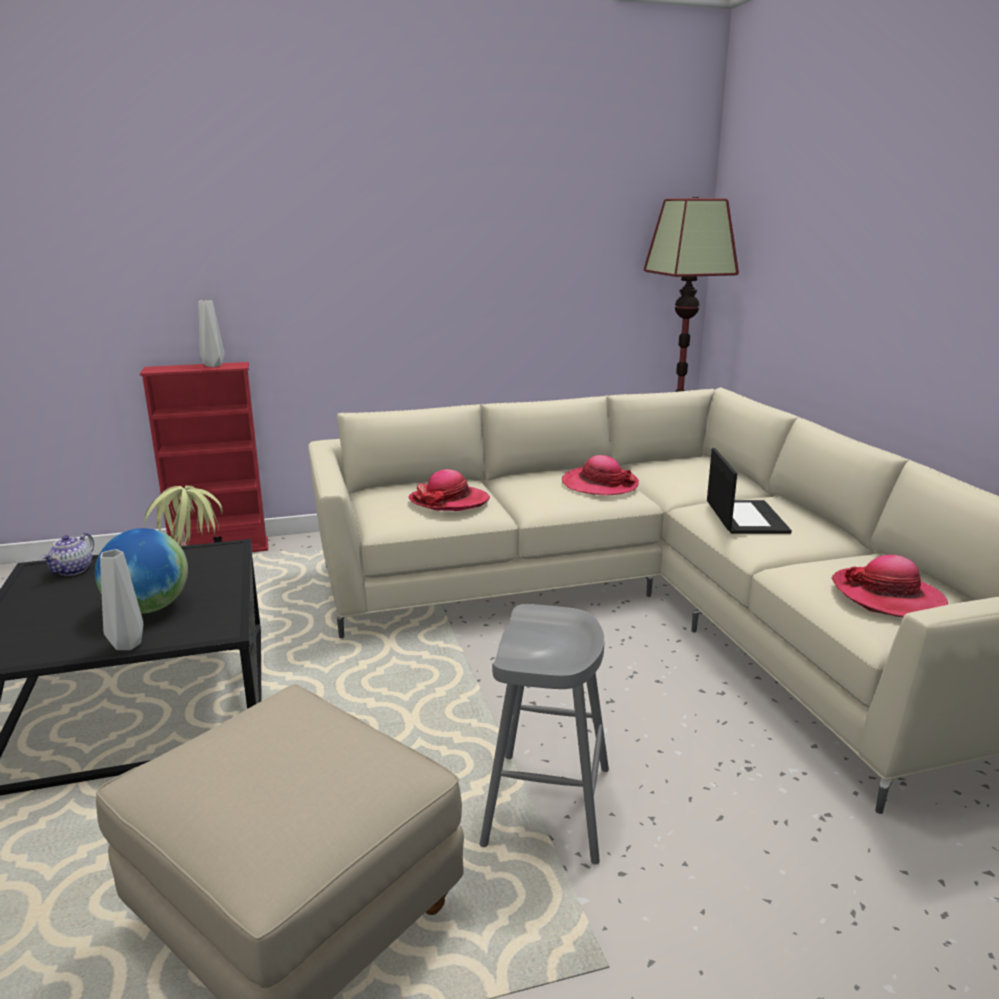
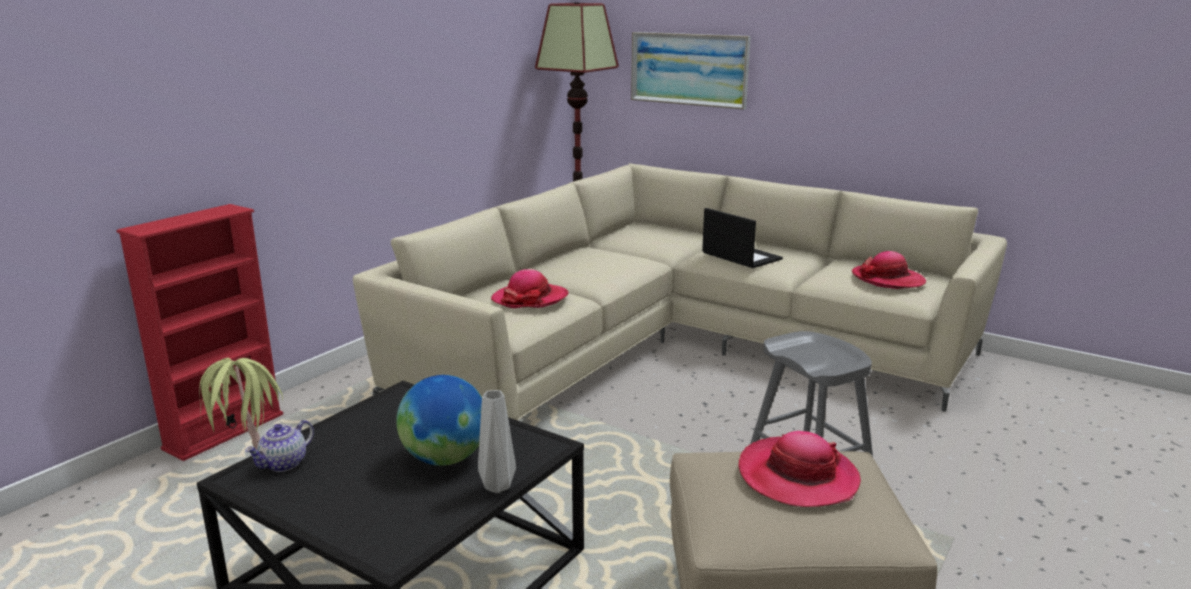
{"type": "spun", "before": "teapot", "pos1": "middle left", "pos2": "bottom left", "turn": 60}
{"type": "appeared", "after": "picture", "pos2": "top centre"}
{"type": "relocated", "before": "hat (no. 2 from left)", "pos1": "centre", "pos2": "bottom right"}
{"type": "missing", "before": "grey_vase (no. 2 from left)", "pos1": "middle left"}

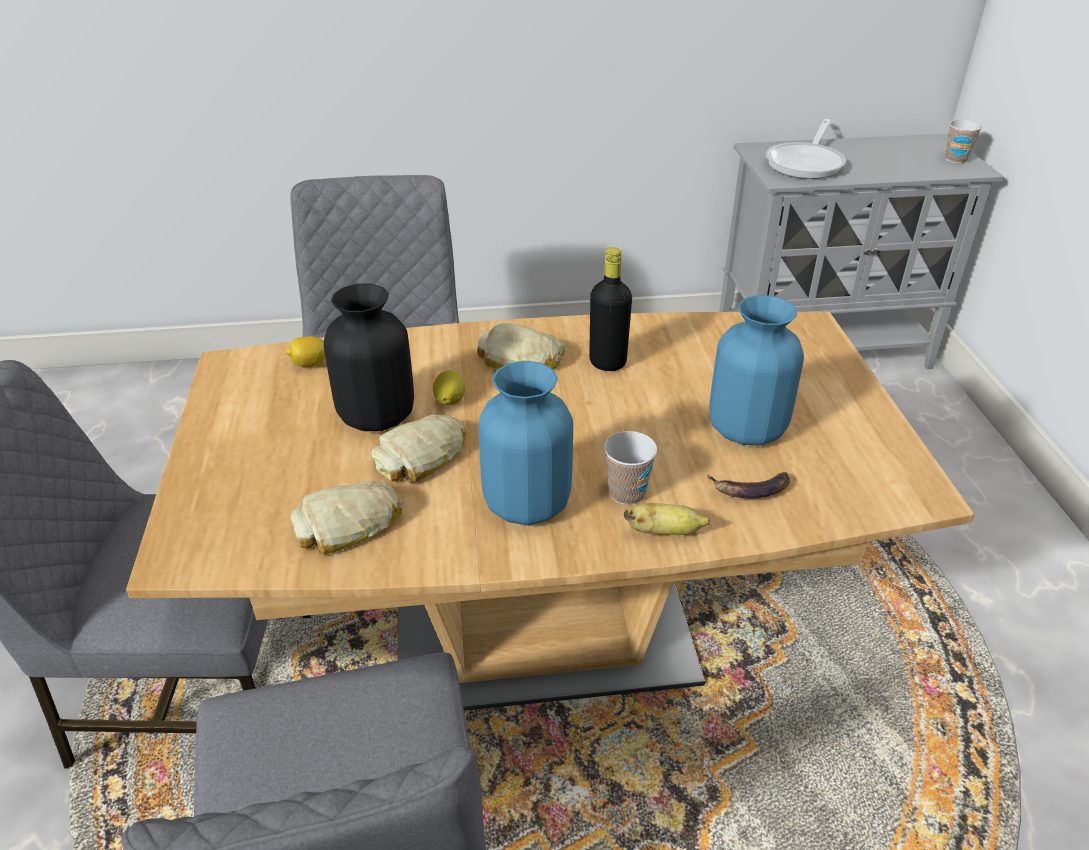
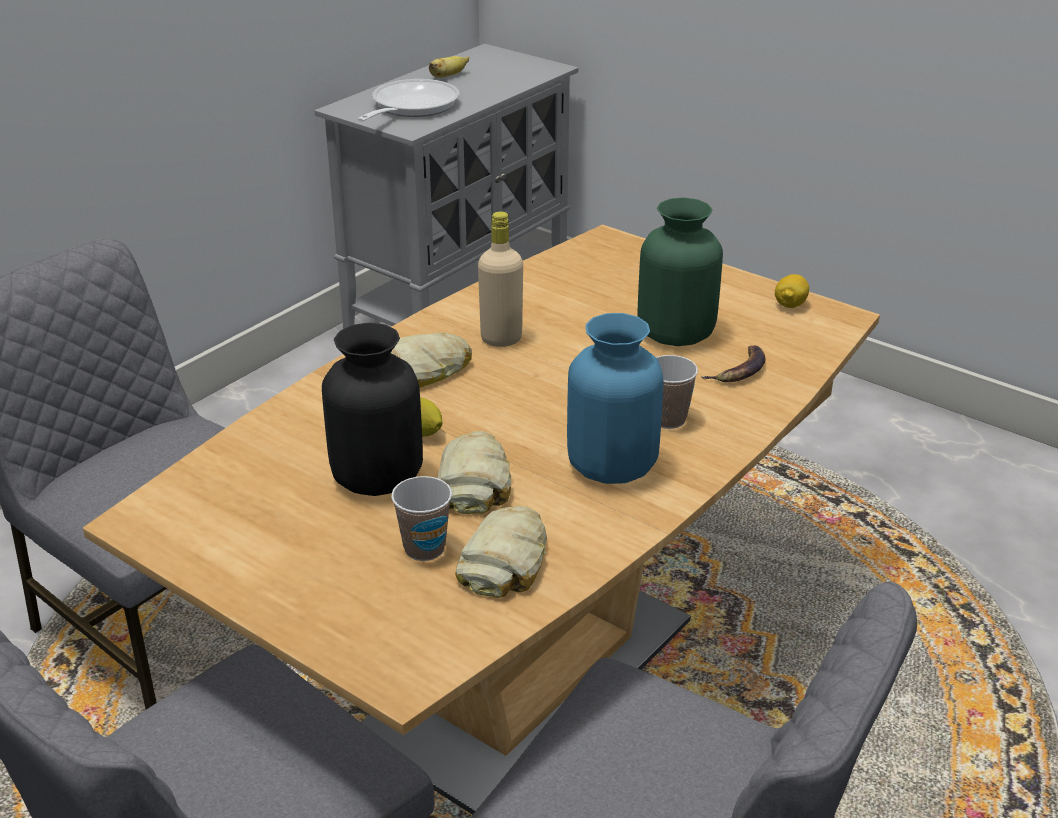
{"type": "spun", "before": "frying_pan", "pos1": "top right", "pos2": "top centre", "turn": -135}
{"type": "relocated", "before": "cup (no. 2 from left in the first image)", "after": "cup (no. 1 from left)", "pos1": "top right", "pos2": "centre"}
{"type": "relocated", "before": "banana (no. 1 from left)", "pos1": "centre", "pos2": "top centre"}
{"type": "colour", "before": "black_bottle", "after": "beige_bottle", "pos1": "centre", "pos2": "centre"}
{"type": "colour", "before": "blue_vase (no. 2 from left)", "after": "green_vase", "pos1": "middle right", "pos2": "top centre"}
{"type": "relocated", "before": "lemon (no. 1 from left in the first image)", "after": "lemon (no. 2 from left)", "pos1": "middle left", "pos2": "middle right"}

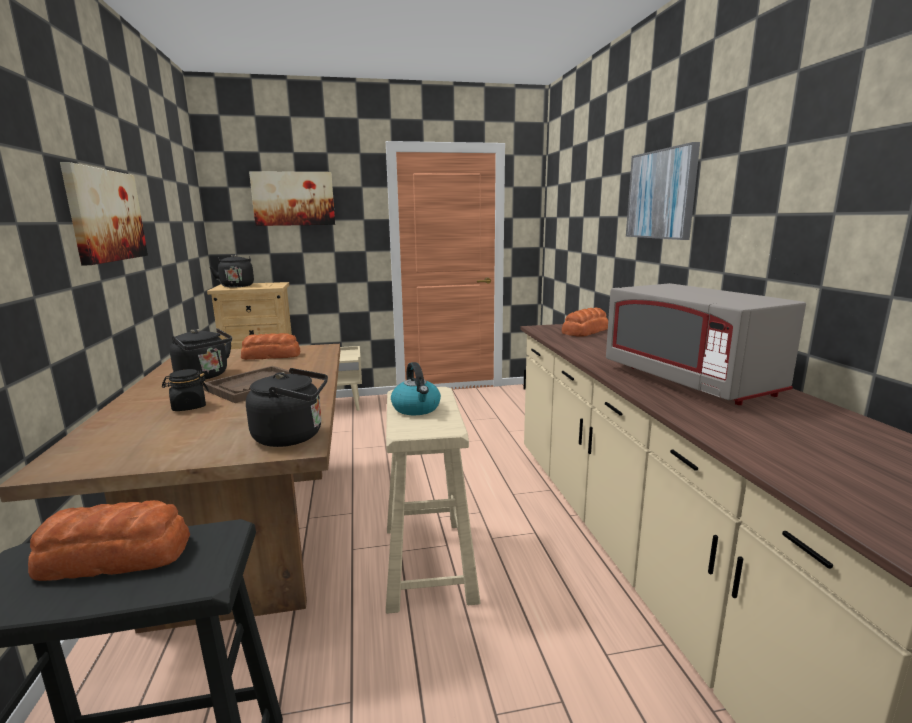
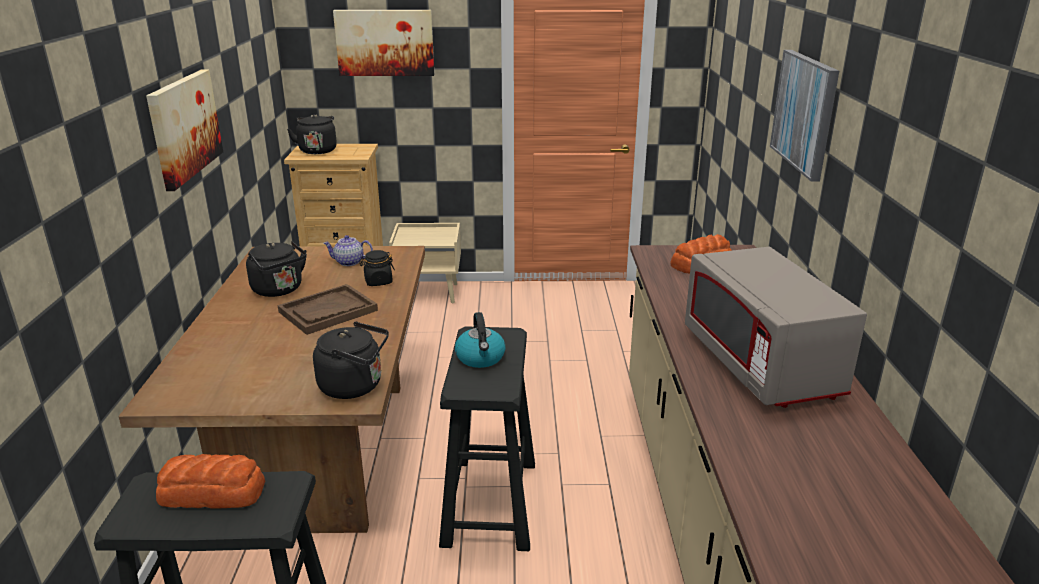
{"type": "exchanged", "before": "bread (no. 2 from left)", "after": "teapot", "pos1": "middle left", "pos2": "centre"}
{"type": "relocated", "before": "black_jar", "pos1": "middle left", "pos2": "centre"}
{"type": "colour", "before": "beige_stool", "after": "black_stool (no. 2 from left)", "pos1": "bottom centre", "pos2": "bottom centre"}

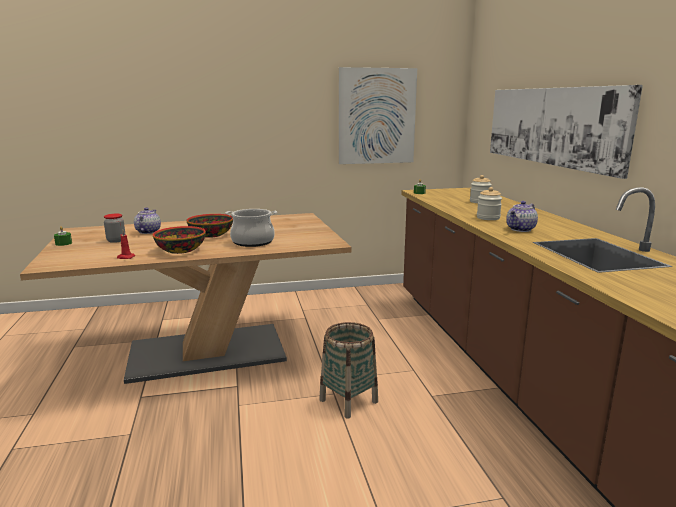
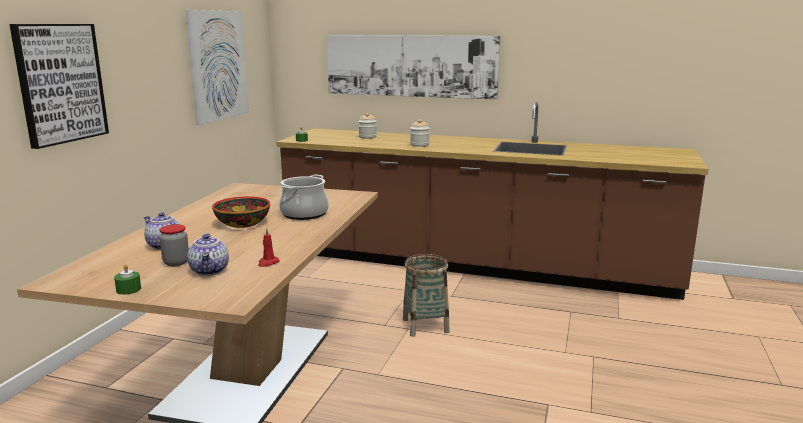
{"type": "appeared", "after": "picture (no. 1 from left)", "pos2": "top left"}
{"type": "relocated", "before": "teapot (no. 2 from left)", "pos1": "middle right", "pos2": "middle left"}
{"type": "missing", "before": "bowl (no. 1 from left)", "pos1": "middle left"}

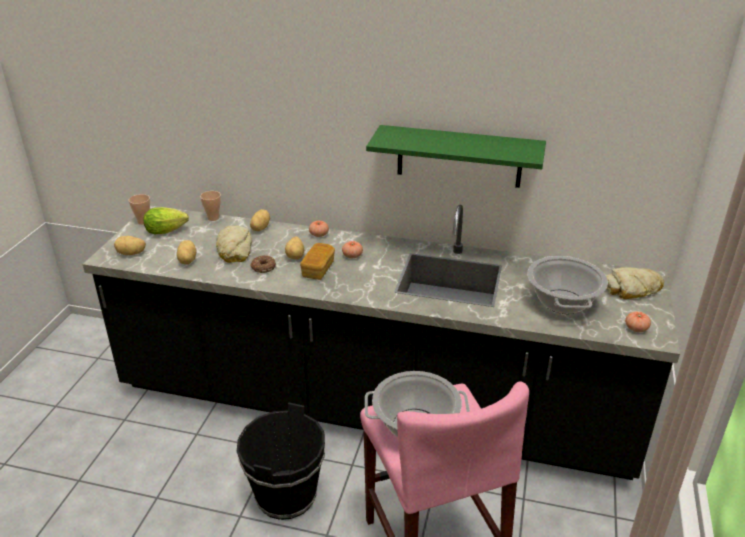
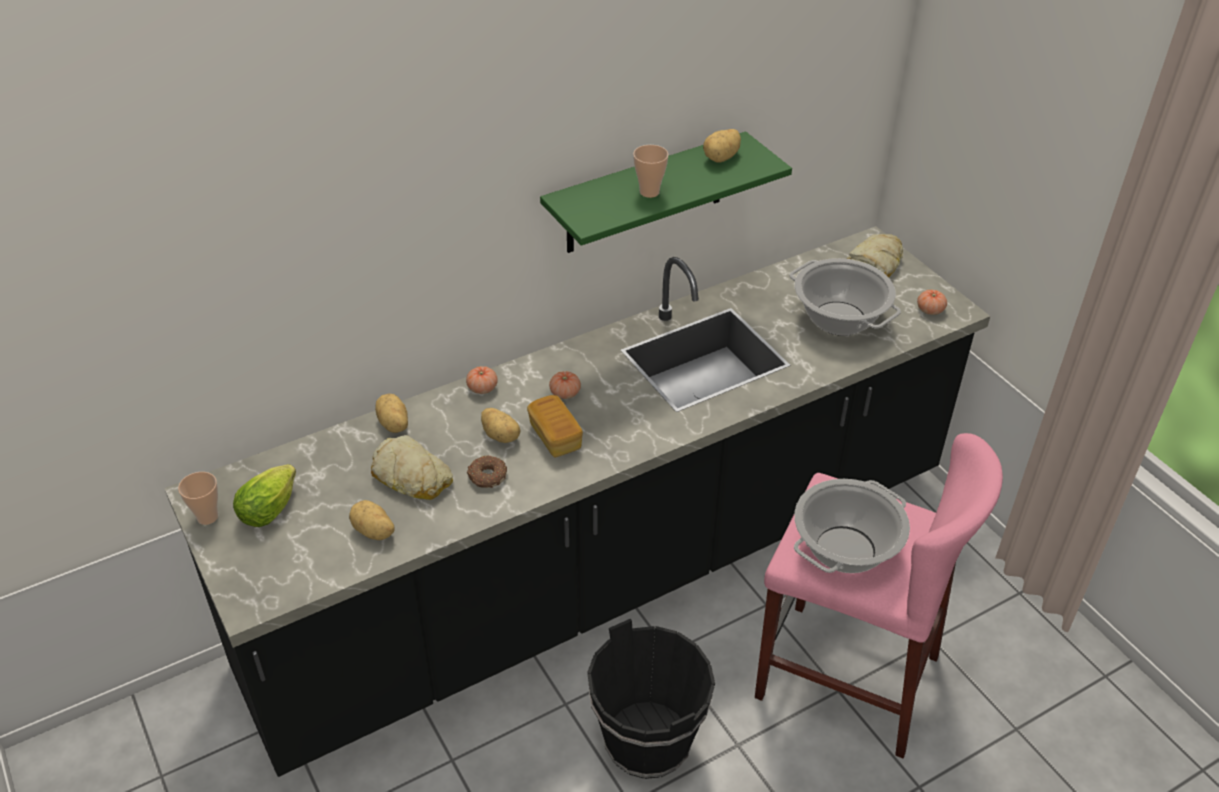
{"type": "relocated", "before": "cup (no. 2 from left)", "pos1": "middle left", "pos2": "top centre"}
{"type": "relocated", "before": "potato (no. 1 from left in the first image)", "after": "potato (no. 4 from left)", "pos1": "middle left", "pos2": "top centre"}

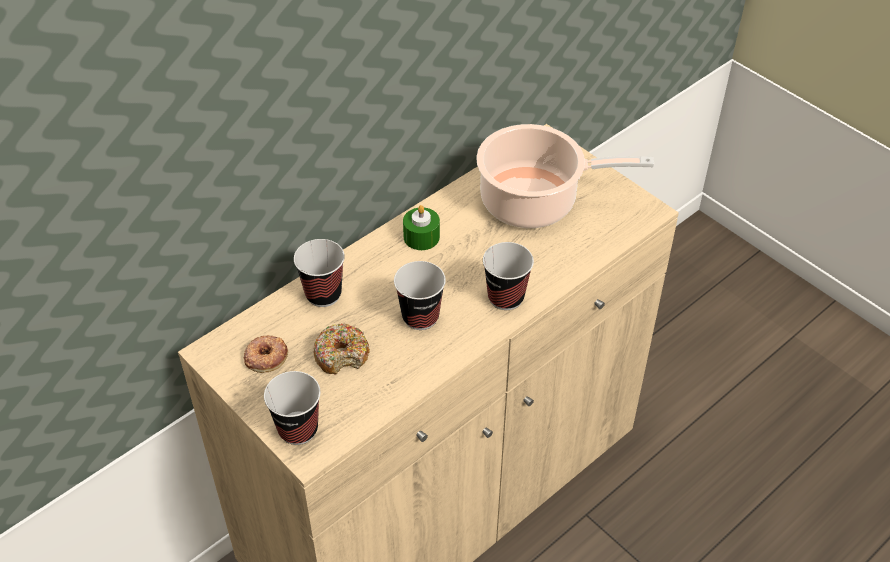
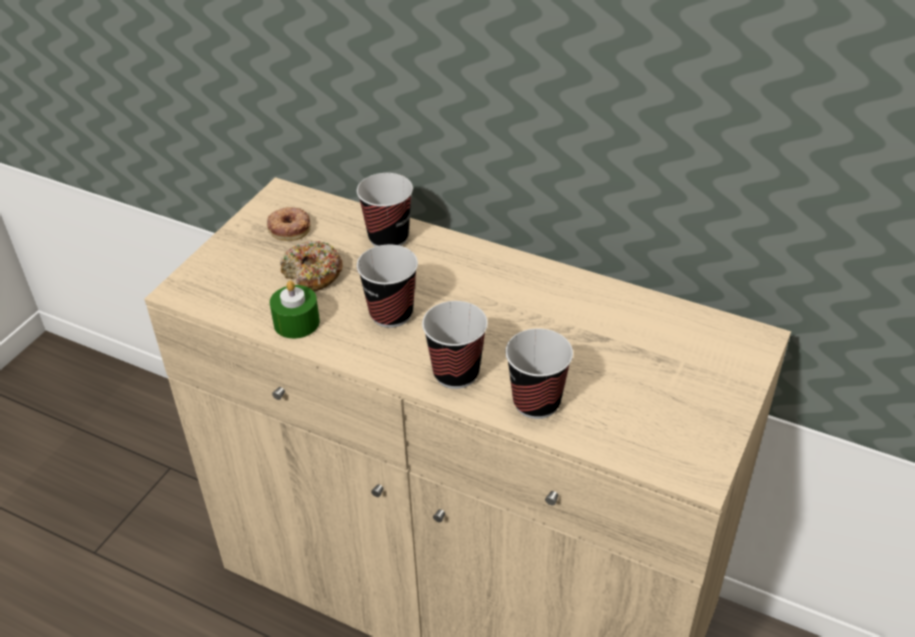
{"type": "relocated", "before": "green_candle", "pos1": "centre", "pos2": "middle left"}
{"type": "relocated", "before": "cup (no. 1 from left in the first image)", "after": "cup (no. 4 from left)", "pos1": "bottom left", "pos2": "centre"}
{"type": "missing", "before": "cooking_pot", "pos1": "top centre"}

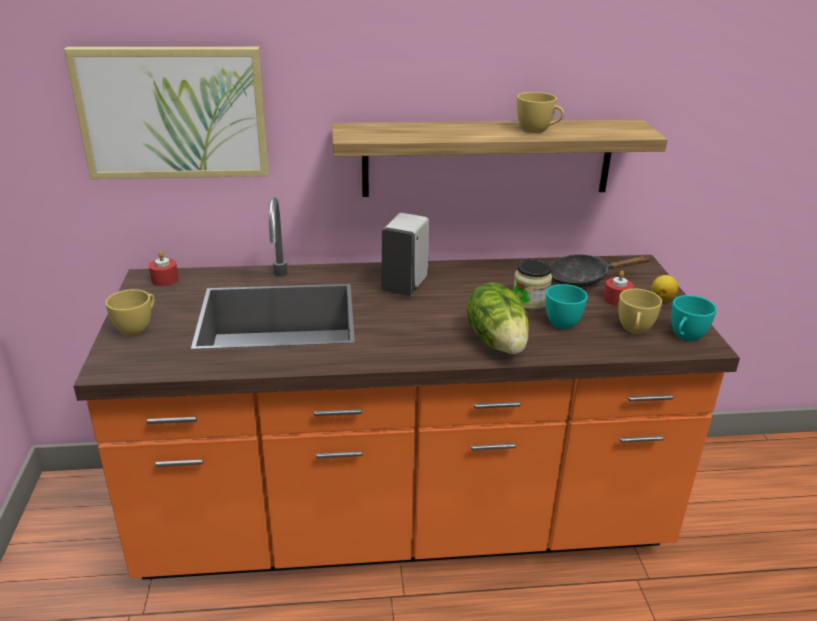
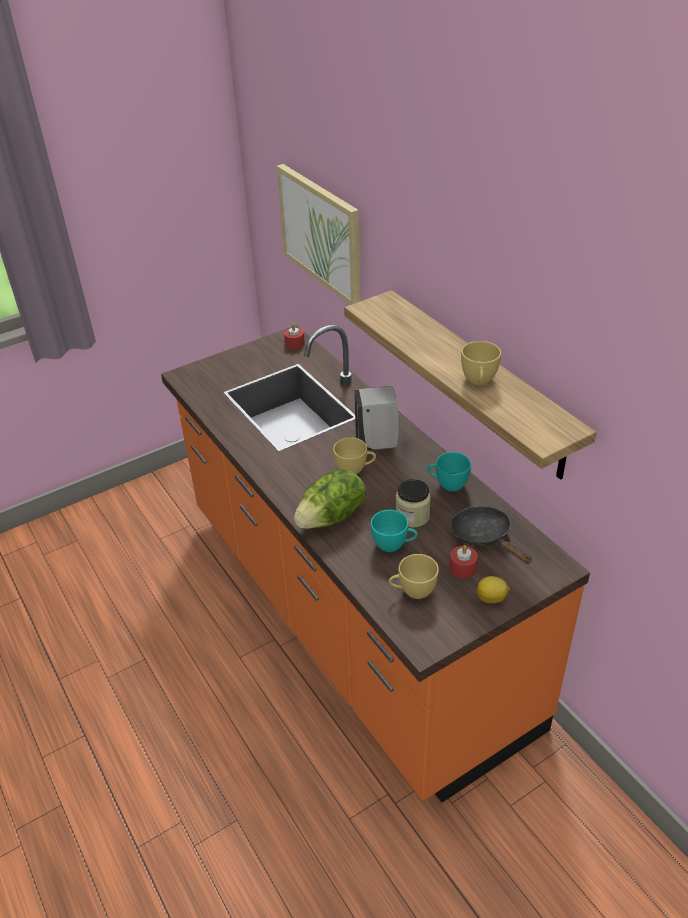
{"type": "relocated", "before": "yellow_cup (no. 1 from left)", "pos1": "middle left", "pos2": "centre"}
{"type": "relocated", "before": "turquoise_cup (no. 2 from left)", "pos1": "middle right", "pos2": "centre"}

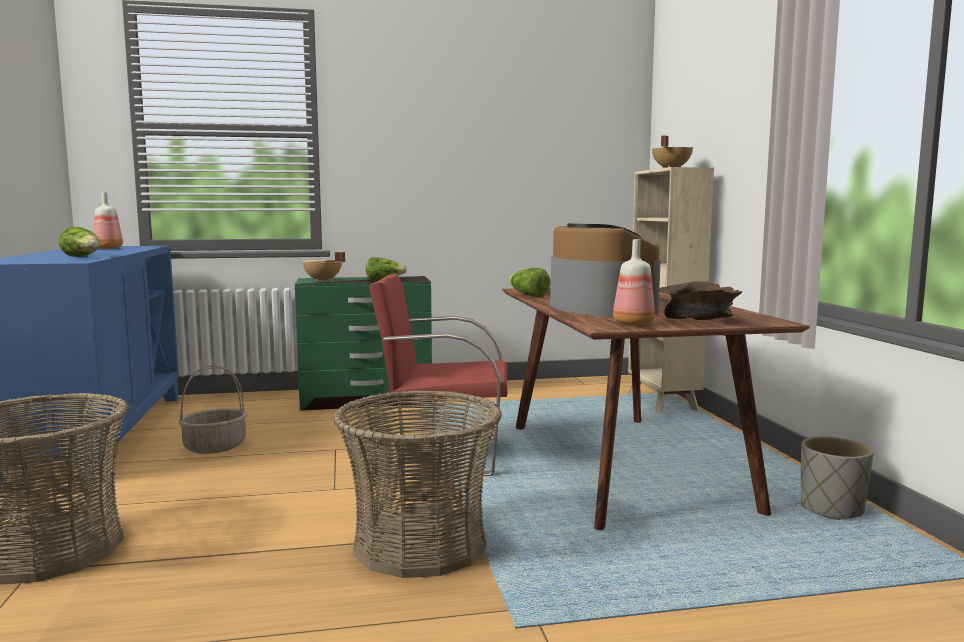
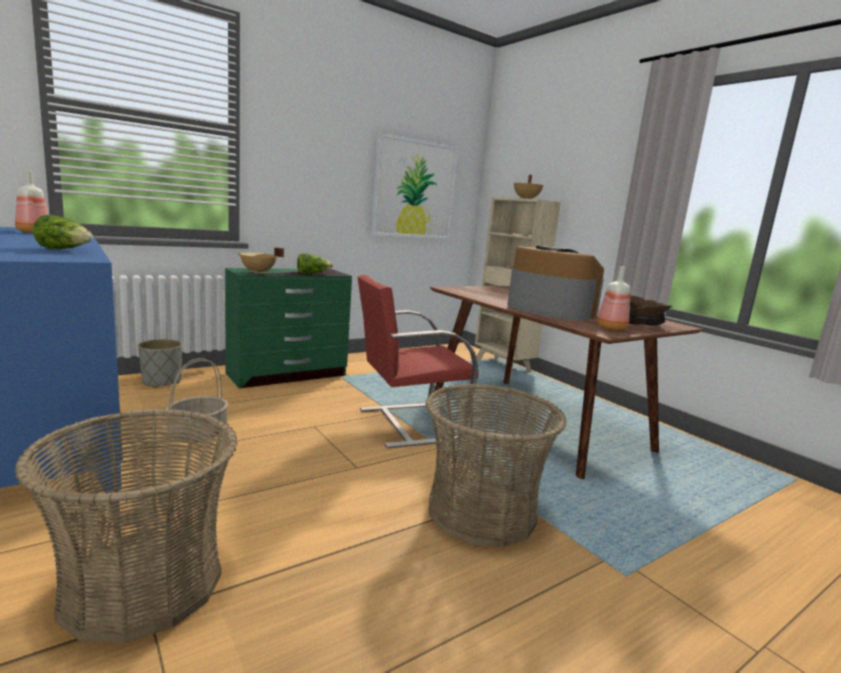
{"type": "relocated", "before": "grey_planter", "pos1": "bottom right", "pos2": "middle left"}
{"type": "appeared", "after": "picture", "pos2": "top centre"}
{"type": "missing", "before": "lettuce (no. 3 from left)", "pos1": "centre"}

